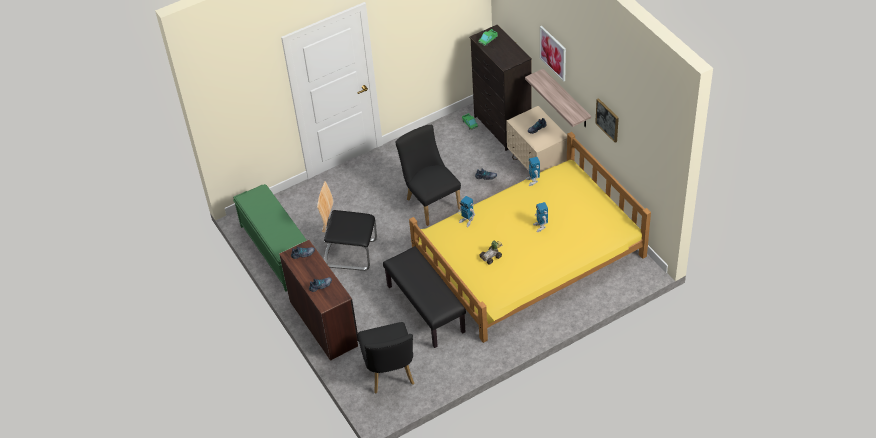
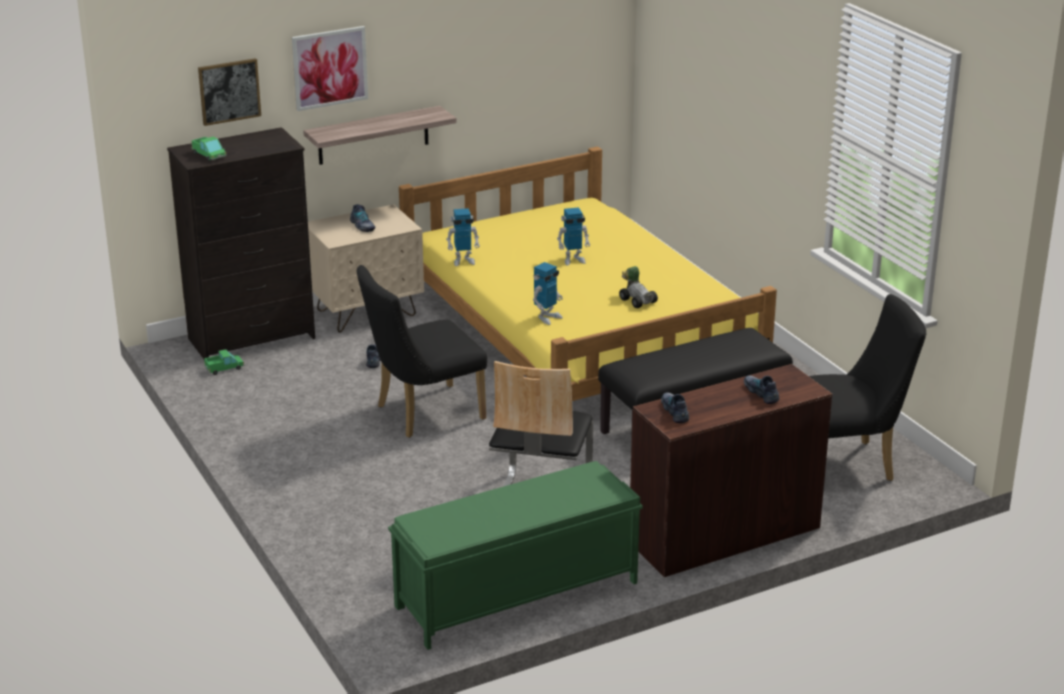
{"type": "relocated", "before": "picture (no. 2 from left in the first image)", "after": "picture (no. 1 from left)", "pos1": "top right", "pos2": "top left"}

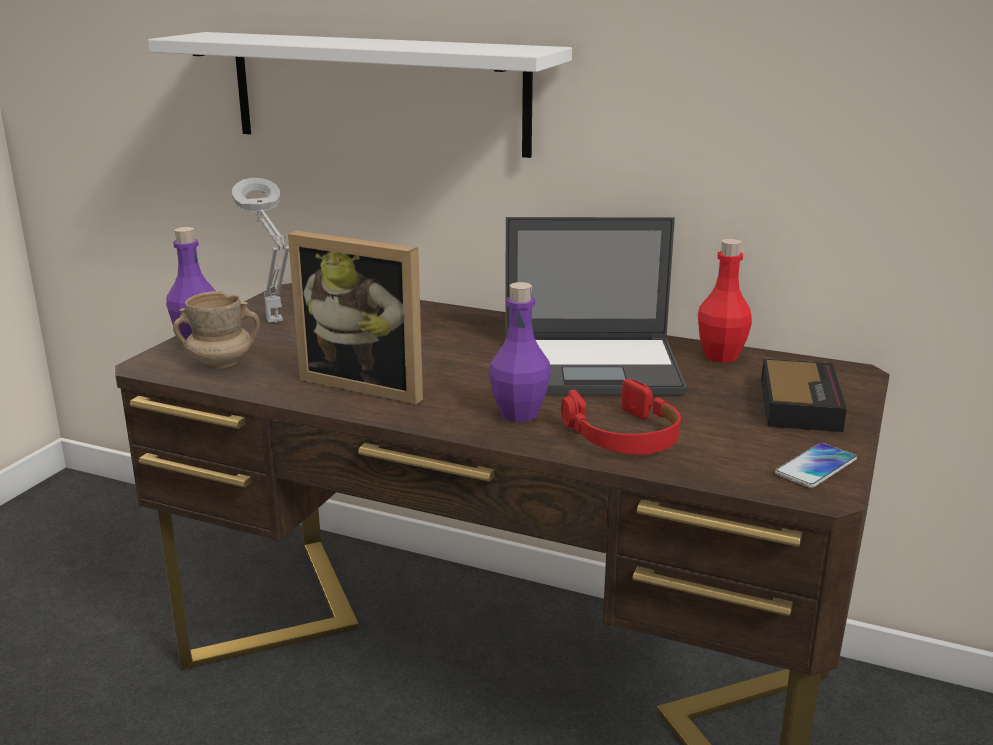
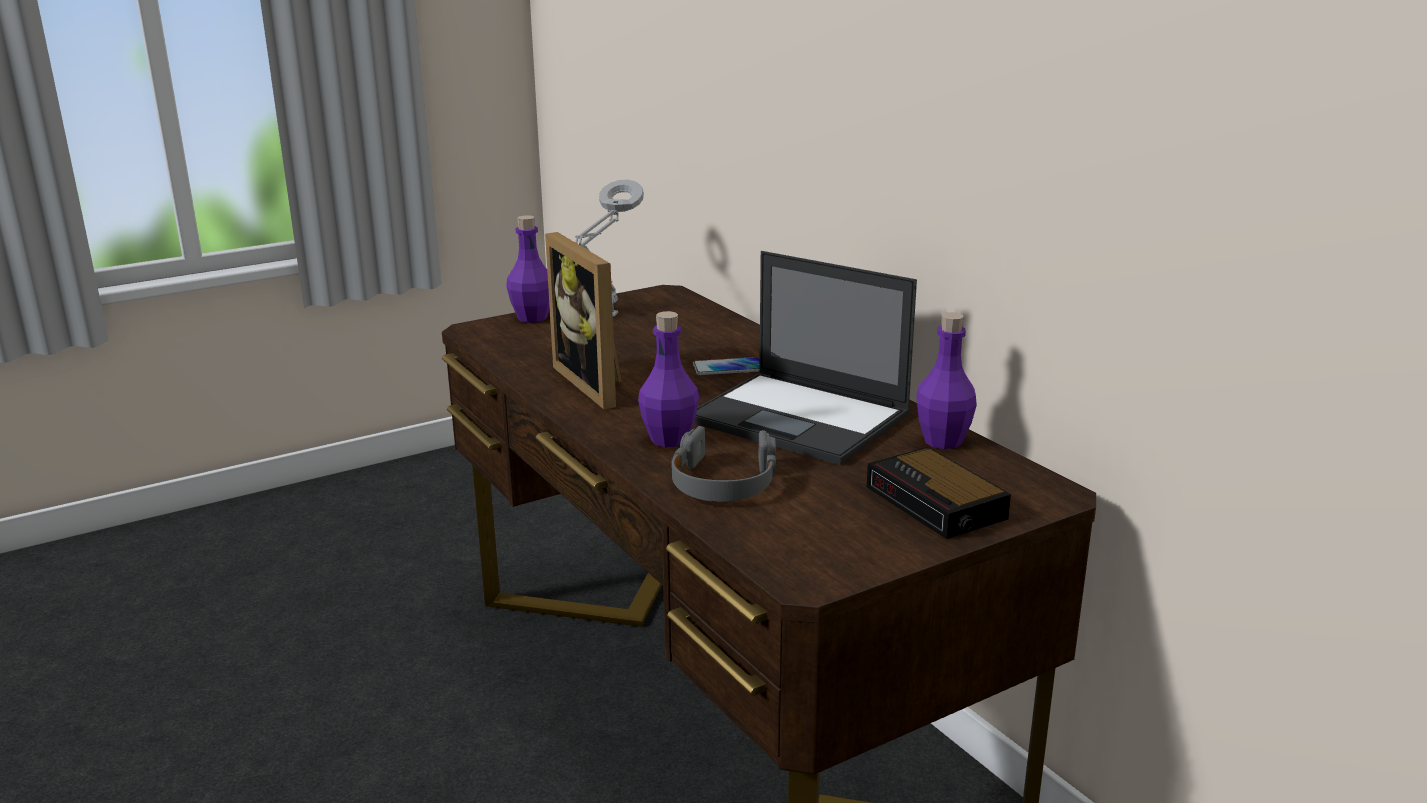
{"type": "colour", "before": "red_headphones", "after": "grey_headphones", "pos1": "centre", "pos2": "centre"}
{"type": "relocated", "before": "phone", "pos1": "middle right", "pos2": "centre"}
{"type": "spun", "before": "alarm_clock", "pos1": "middle right", "pos2": "centre", "turn": 105}
{"type": "colour", "before": "red_bottle", "after": "purple_bottle (no. 3 from left)", "pos1": "middle right", "pos2": "centre"}
{"type": "missing", "before": "white_shelf", "pos1": "top centre"}
{"type": "missing", "before": "beige_mug", "pos1": "middle left"}

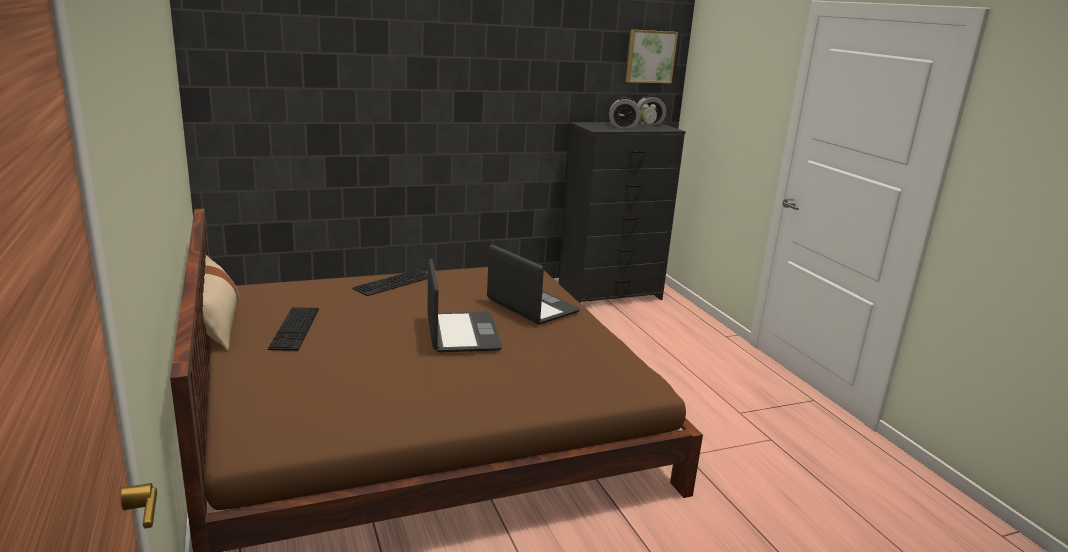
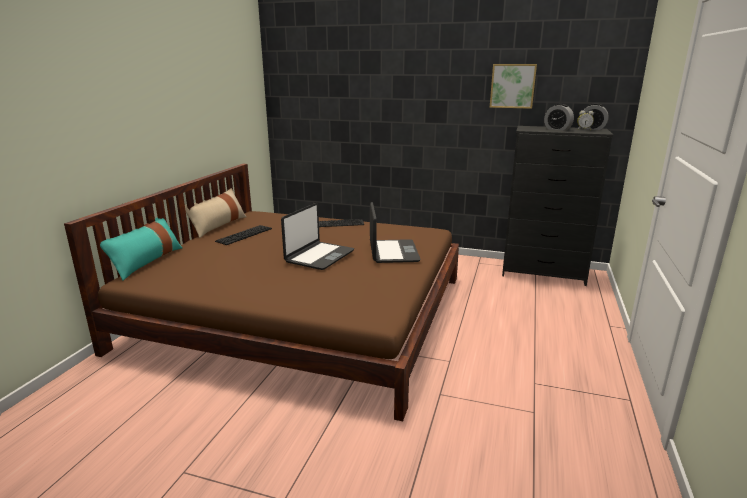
{"type": "appeared", "after": "turquoise_pillow", "pos2": "middle left"}
{"type": "relocated", "before": "picture", "pos1": "top centre", "pos2": "top right"}

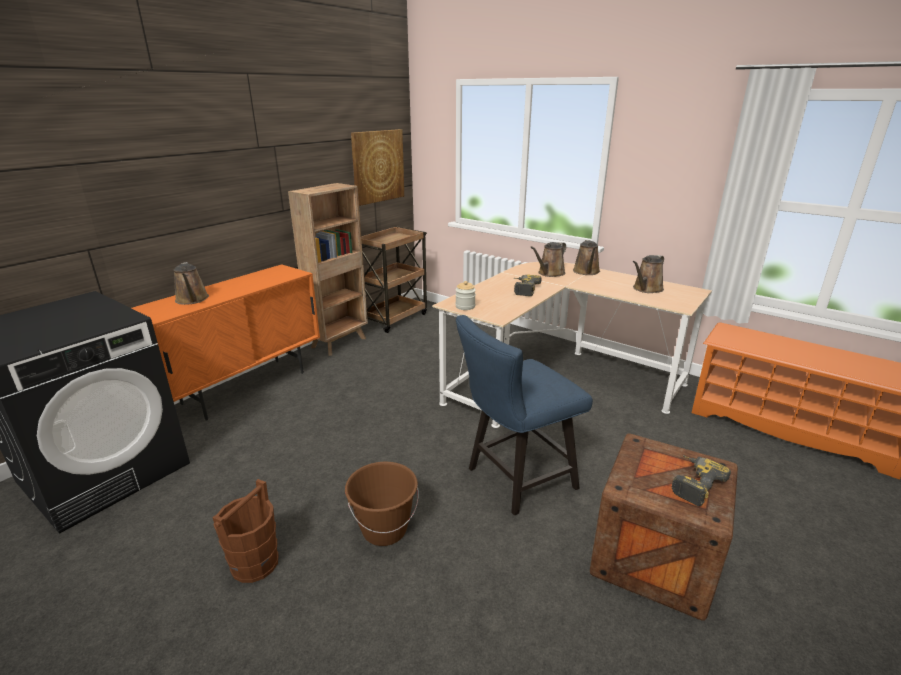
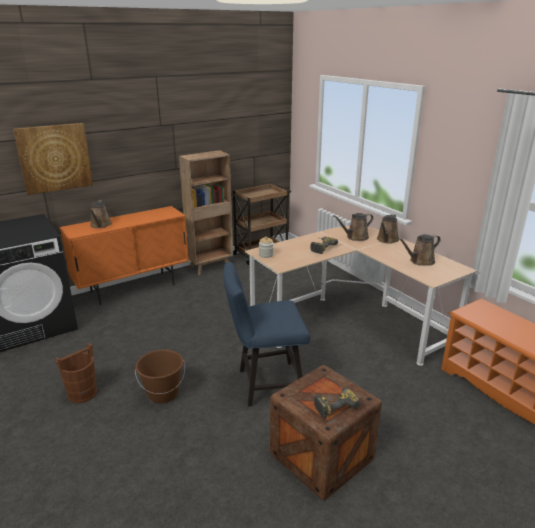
{"type": "relocated", "before": "picture", "pos1": "top centre", "pos2": "top left"}

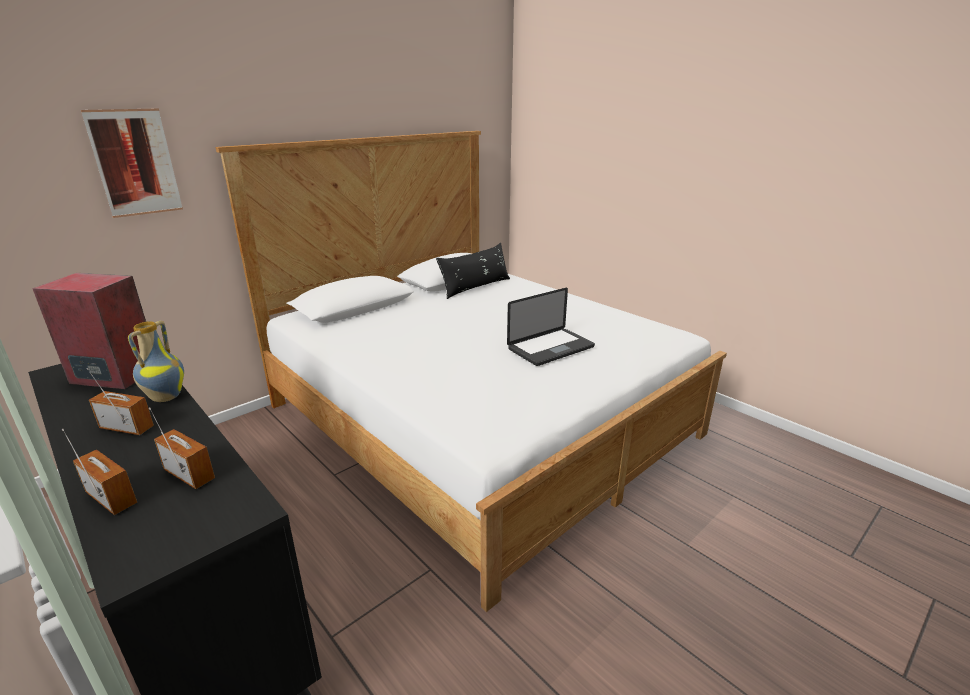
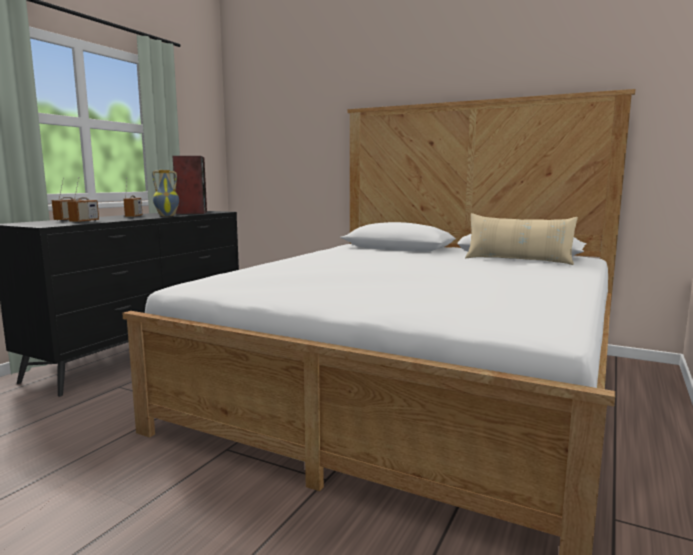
{"type": "colour", "before": "black_pillow", "after": "beige_pillow", "pos1": "centre", "pos2": "middle right"}
{"type": "missing", "before": "picture", "pos1": "top left"}
{"type": "missing", "before": "laptop", "pos1": "centre"}

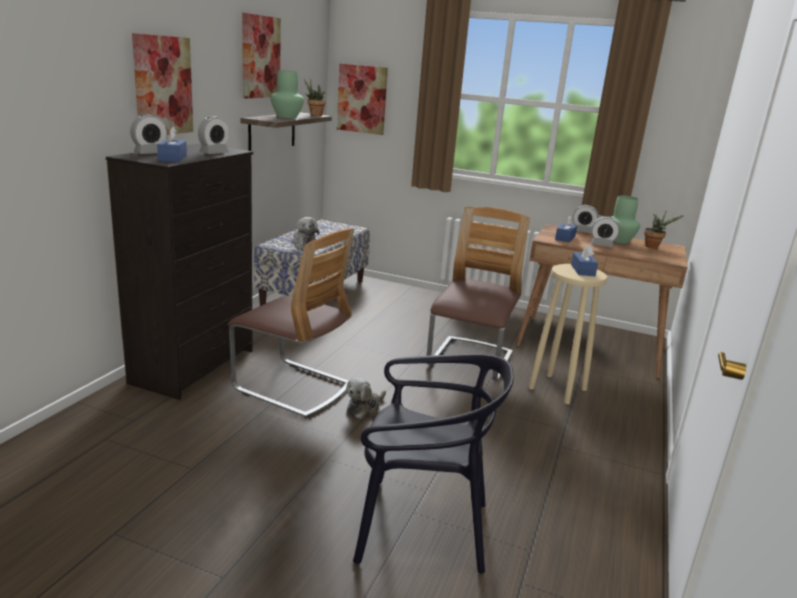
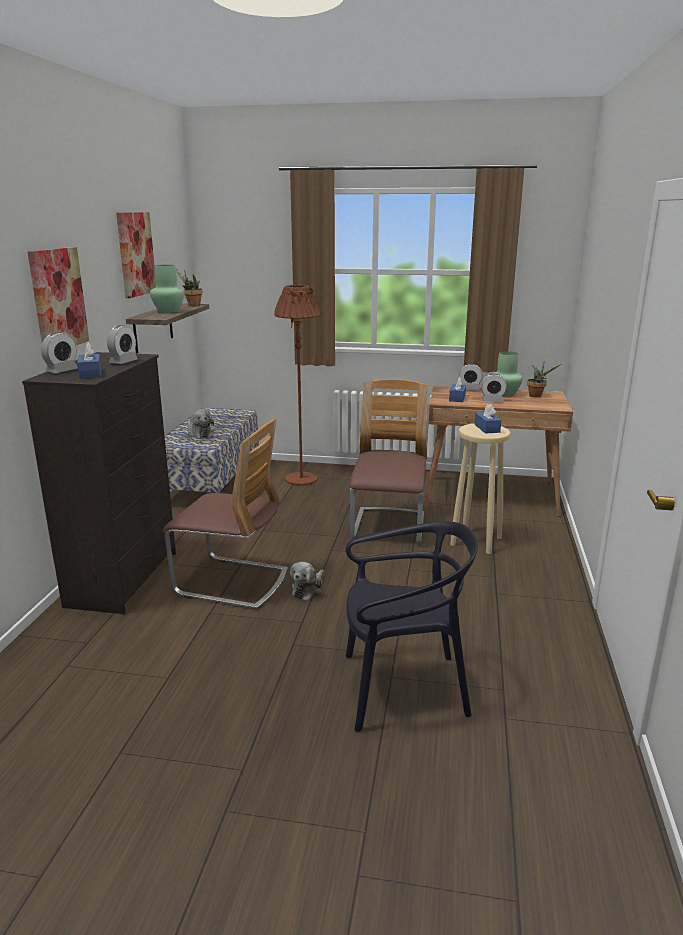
{"type": "appeared", "after": "brown_floor_lamp", "pos2": "centre"}
{"type": "missing", "before": "picture (no. 3 from left)", "pos1": "top centre"}

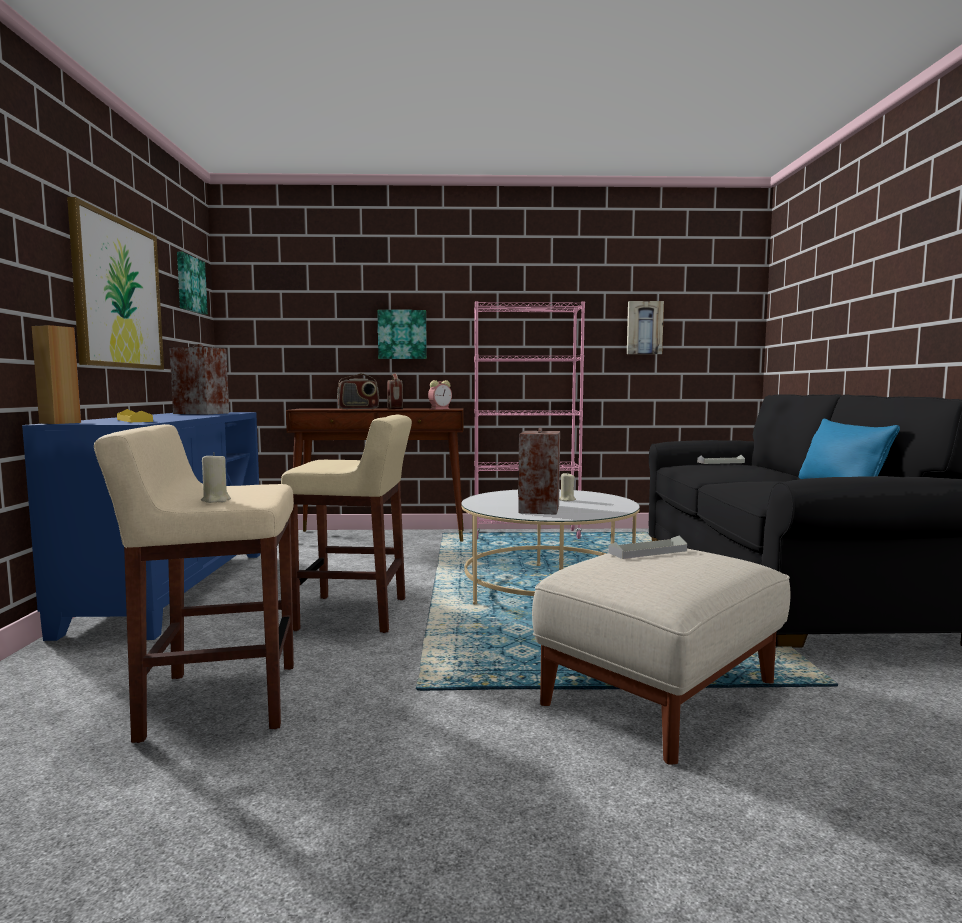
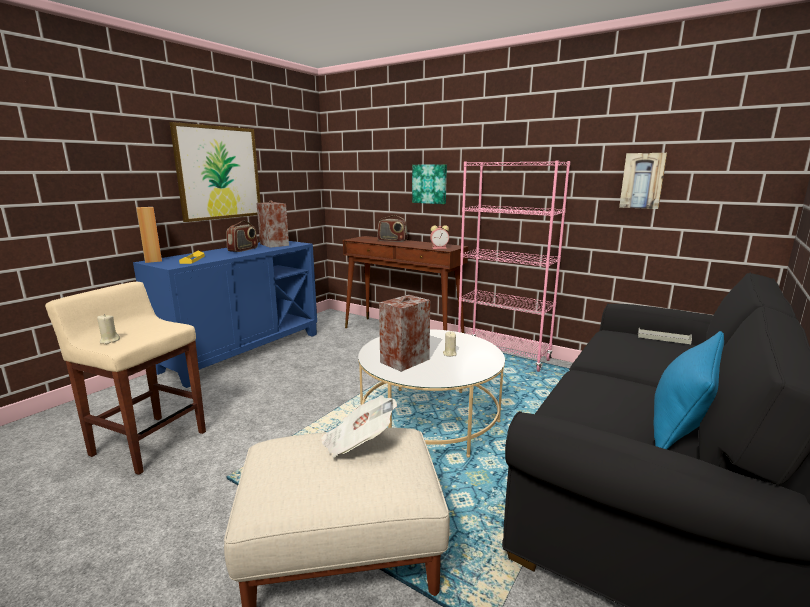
{"type": "relocated", "before": "radio (no. 2 from left in the first image)", "after": "radio (no. 1 from left)", "pos1": "centre", "pos2": "middle left"}
{"type": "exchanged", "before": "grey_tray (no. 1 from left)", "after": "newspaper", "pos1": "middle right", "pos2": "bottom centre"}
{"type": "missing", "before": "picture (no. 2 from left)", "pos1": "top left"}
{"type": "missing", "before": "beige_stool (no. 2 from left)", "pos1": "centre"}

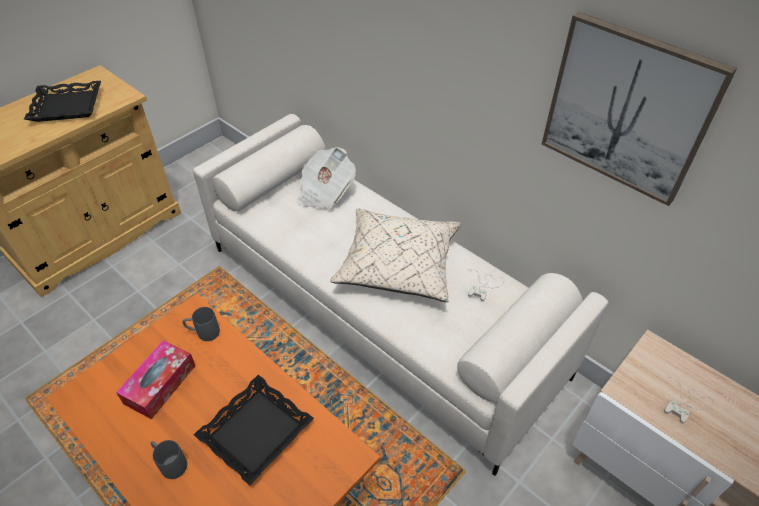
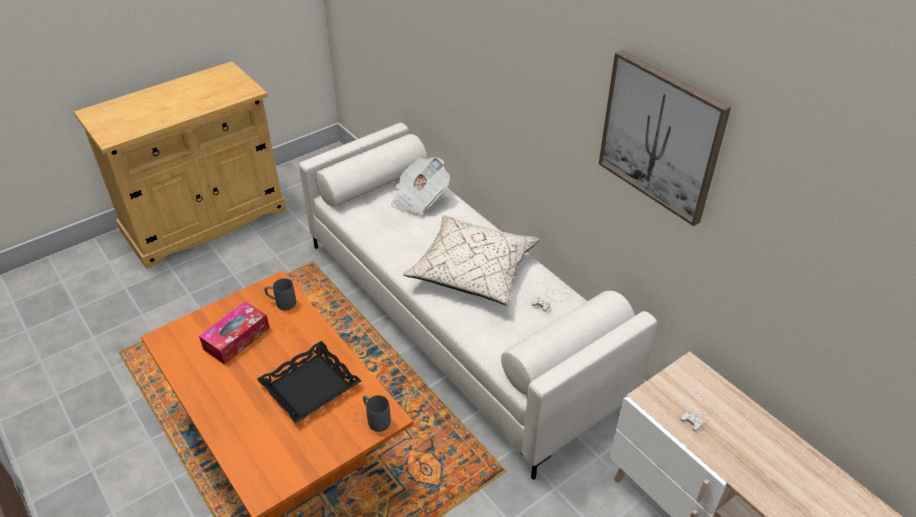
{"type": "relocated", "before": "grey_mug (no. 1 from left in the first image)", "after": "grey_mug (no. 2 from left)", "pos1": "bottom left", "pos2": "bottom centre"}
{"type": "missing", "before": "black_tray (no. 1 from left)", "pos1": "top left"}

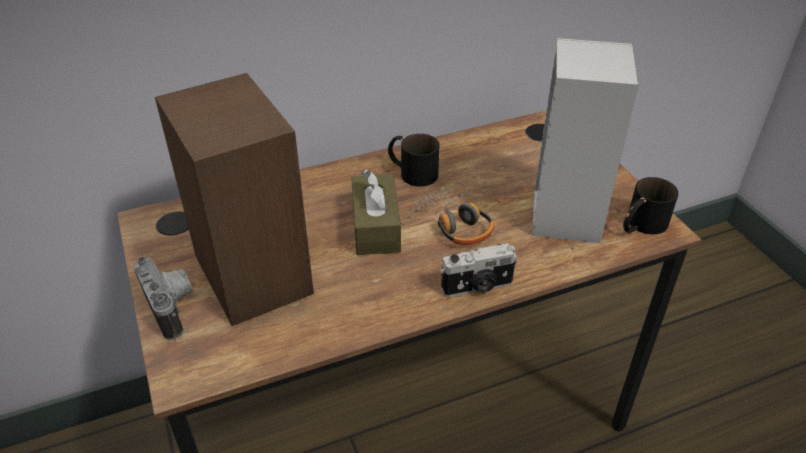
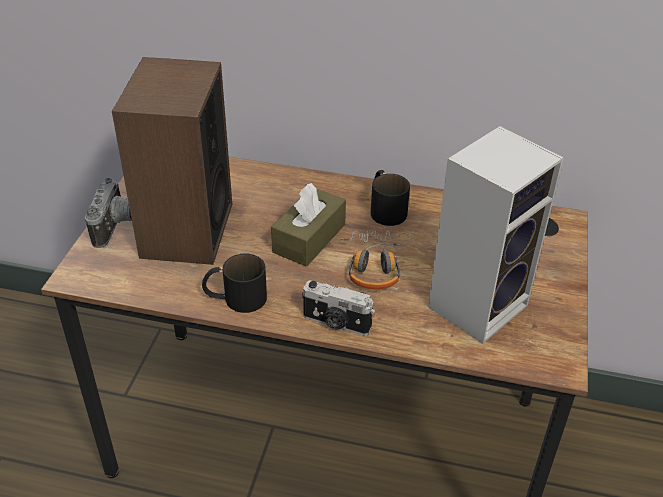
{"type": "relocated", "before": "black_mug (no. 2 from left in the first image)", "after": "black_mug (no. 1 from left)", "pos1": "middle right", "pos2": "centre"}

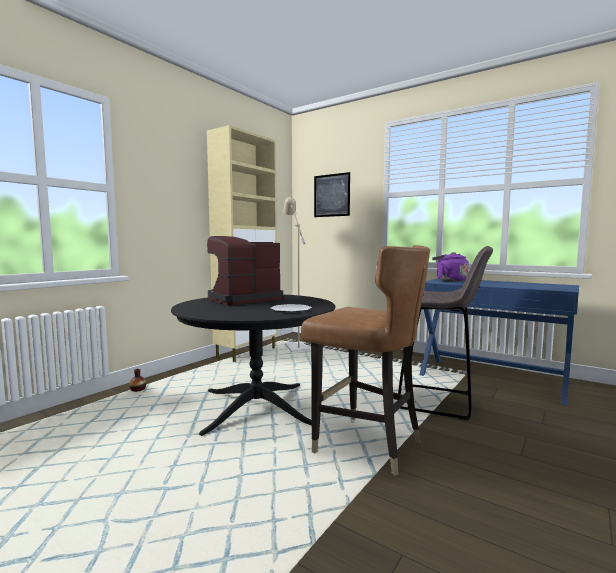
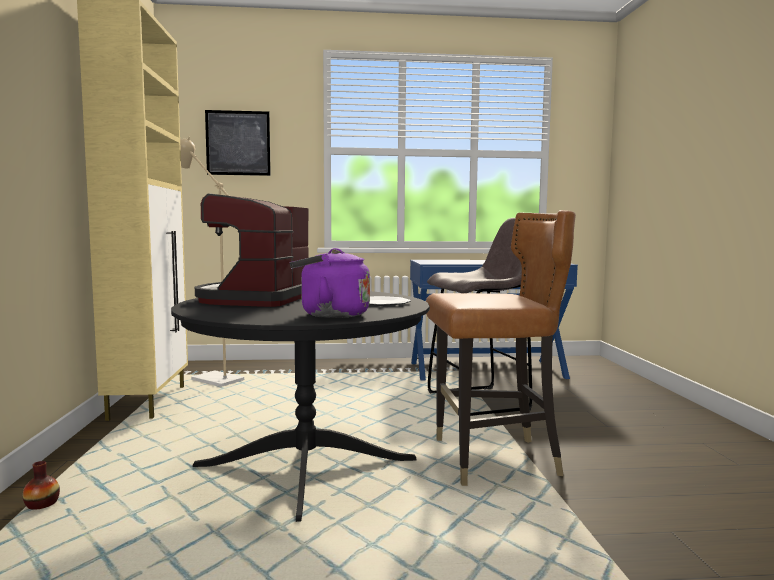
{"type": "relocated", "before": "purple_kettle", "pos1": "middle right", "pos2": "centre"}

